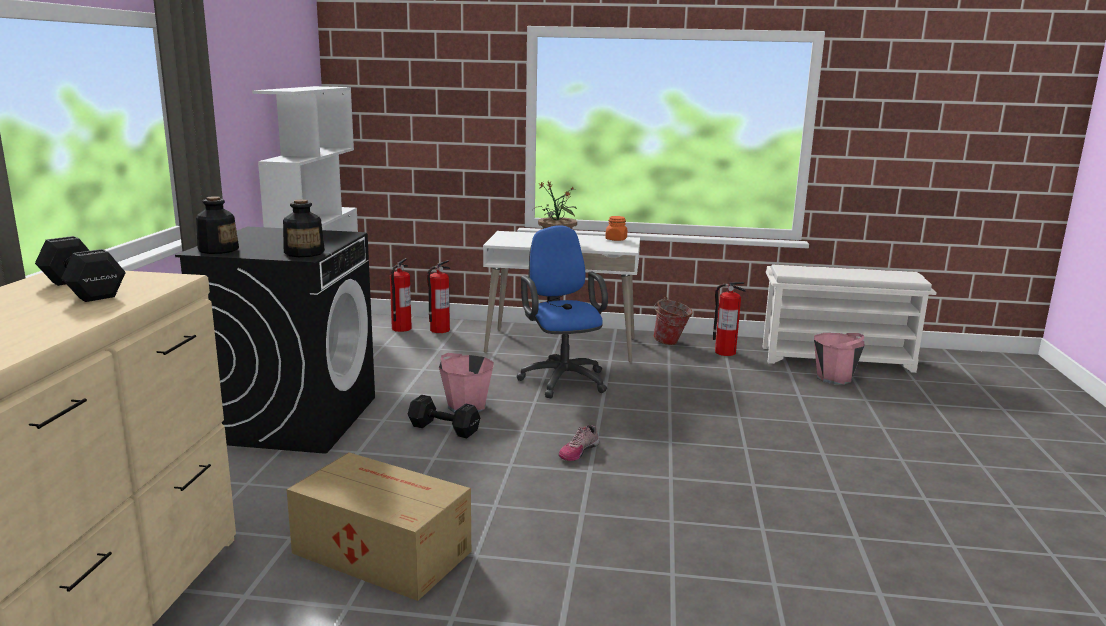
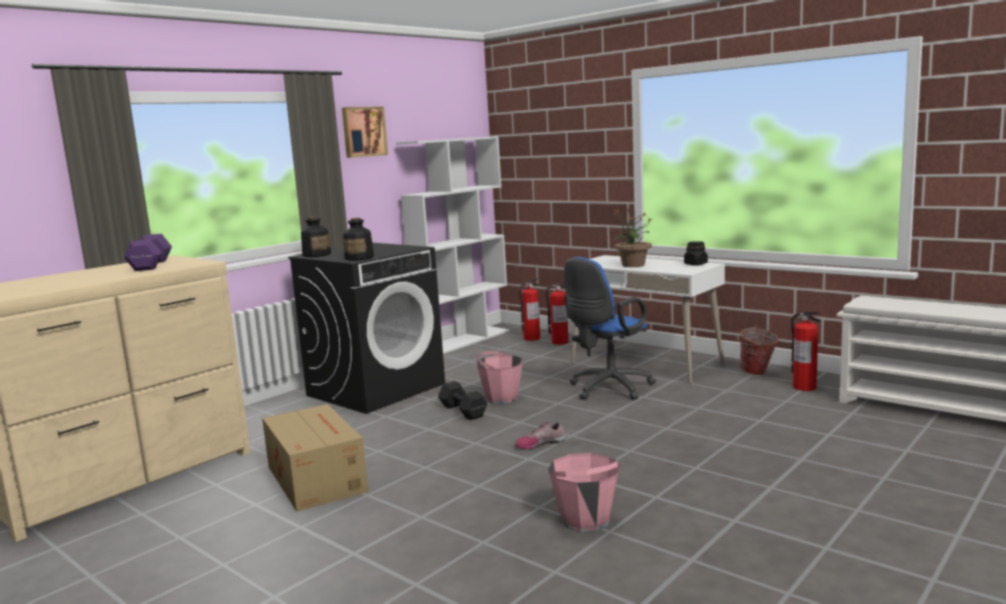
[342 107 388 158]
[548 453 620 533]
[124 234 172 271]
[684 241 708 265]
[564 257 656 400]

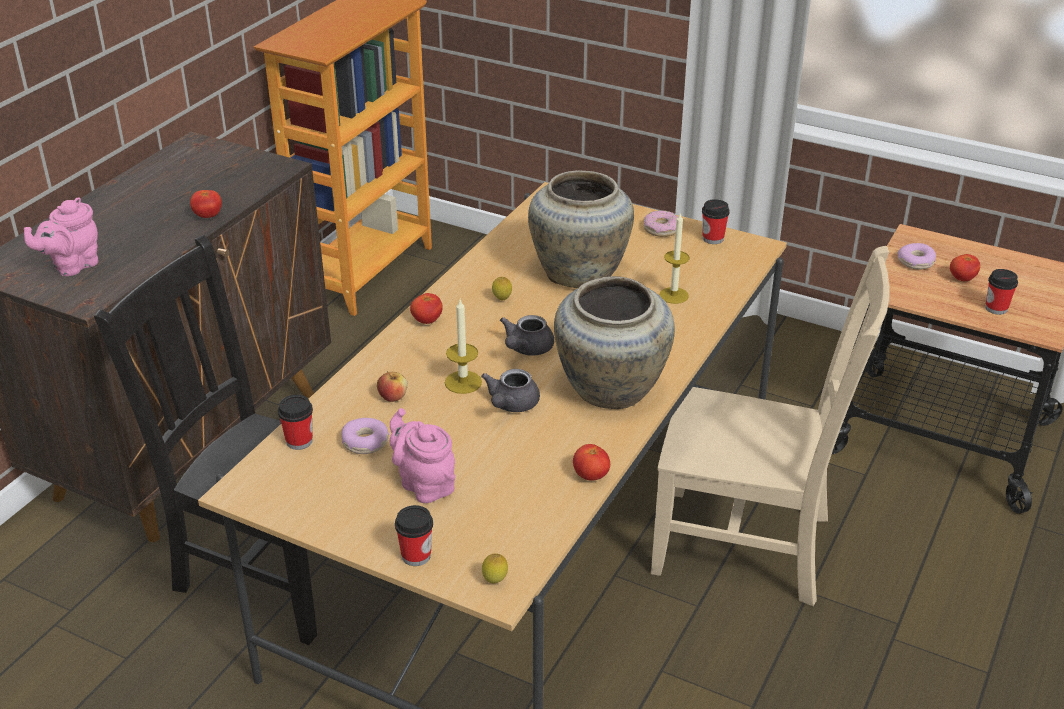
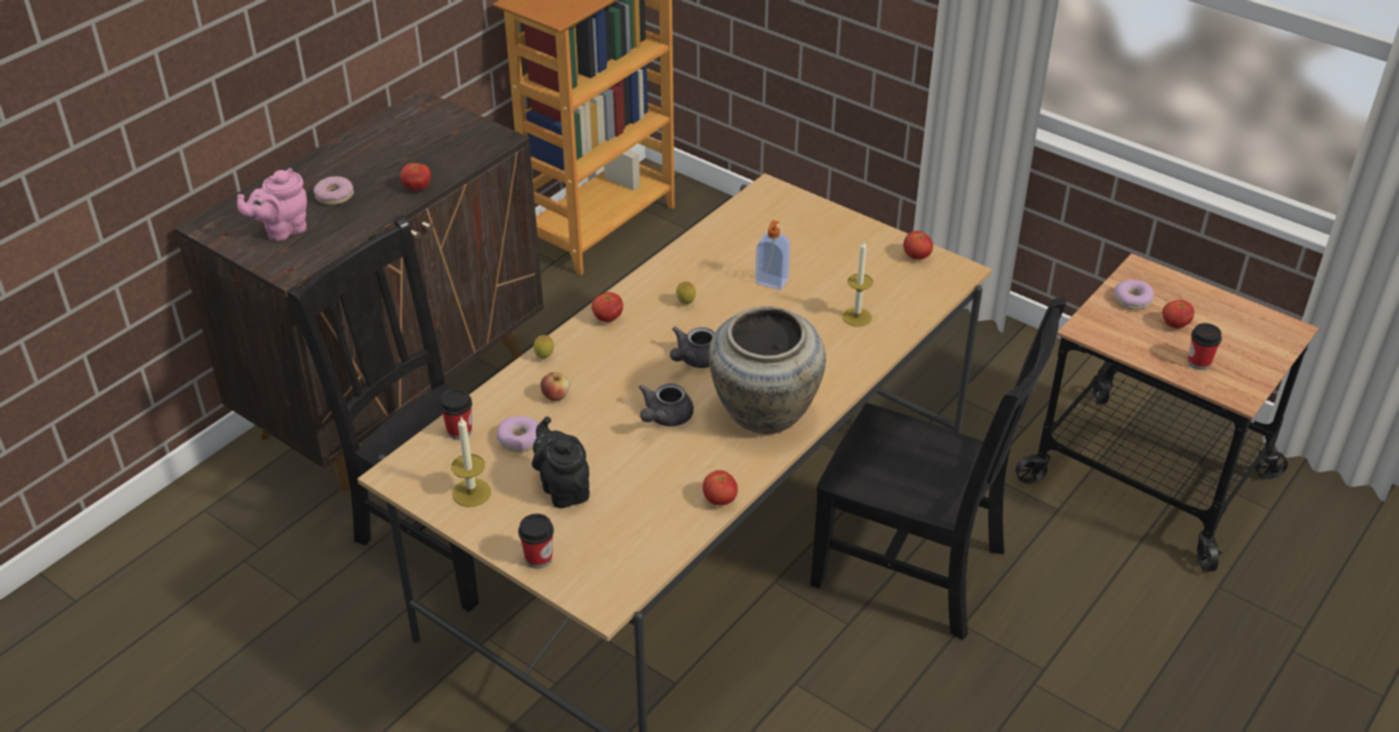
[451 416 491 507]
[534 335 554 359]
[313 176 354 205]
[755 220 790 290]
[903 231 933 260]
[532 416 590 508]
[810 297 1066 640]

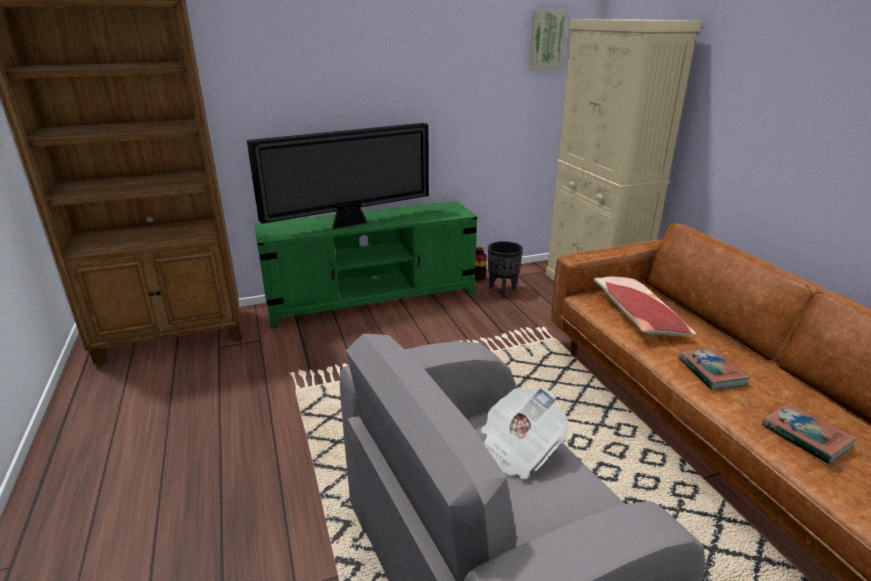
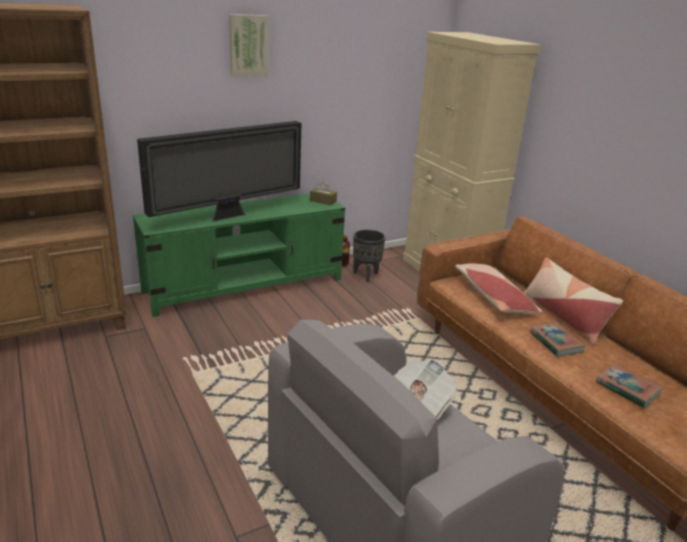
[310 182 337 205]
[524 258 623 345]
[229 14 269 77]

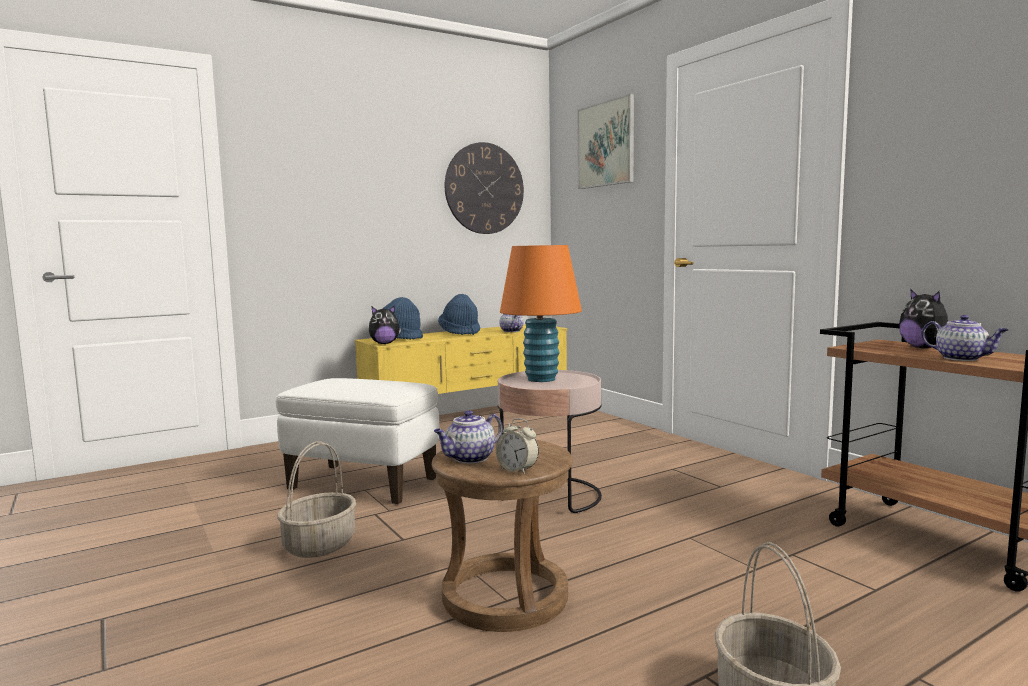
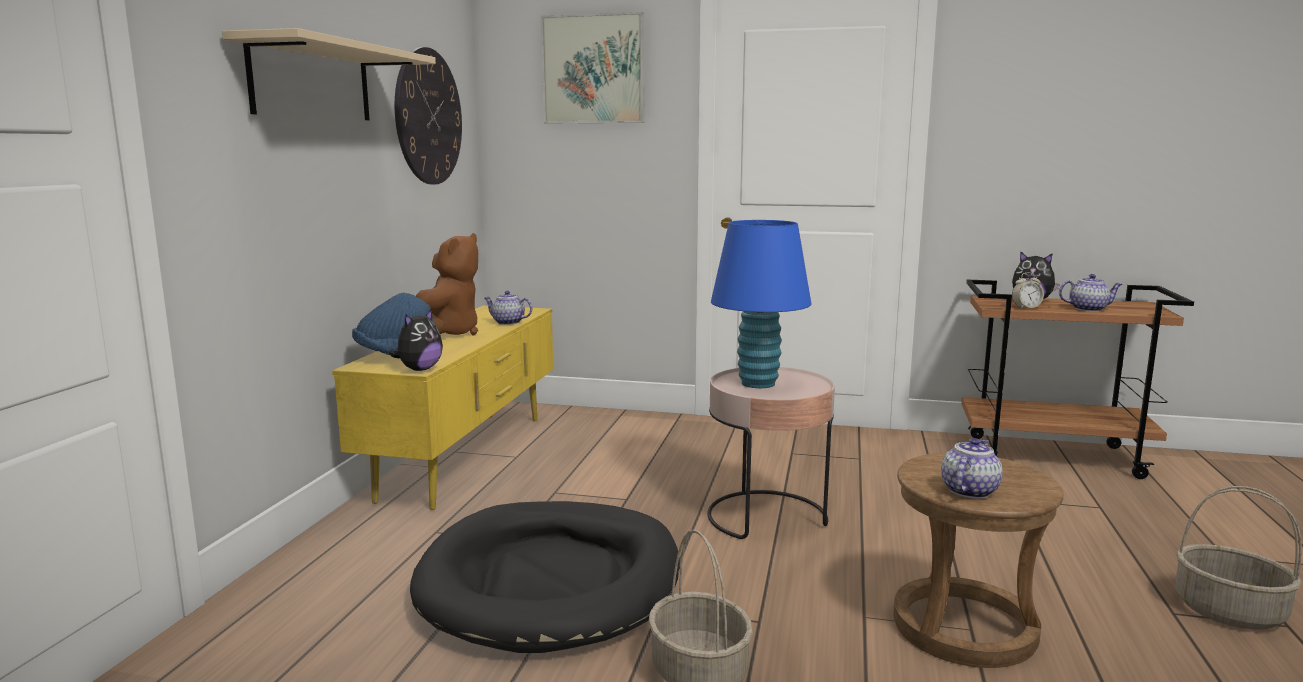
[222 28 436 120]
[1012 272 1044 309]
[410 501 680 653]
[416 233 478 336]
[711 220 811 388]
[941 438 1002 499]

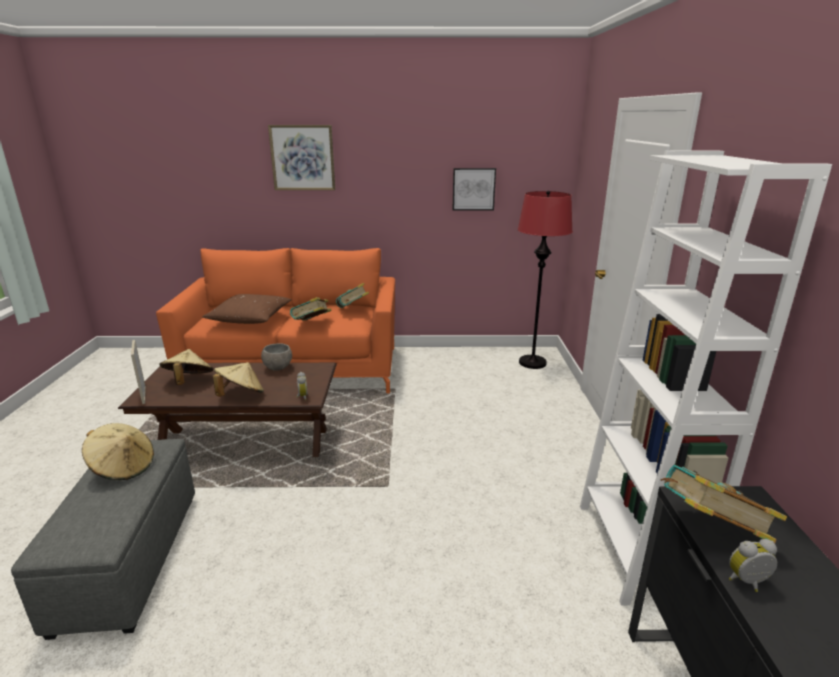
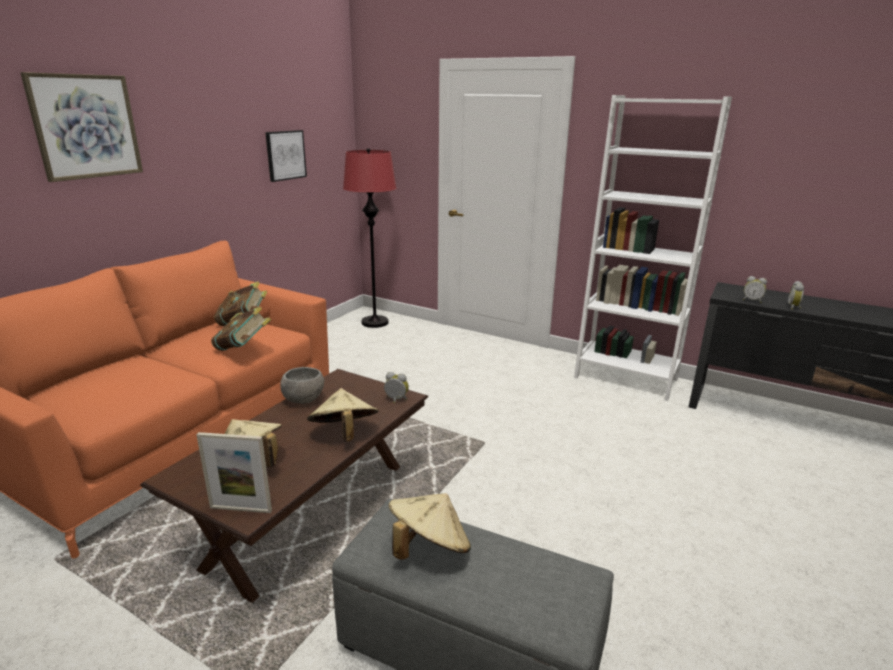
[202 294 292 324] (first image)
[743 276 767 303]

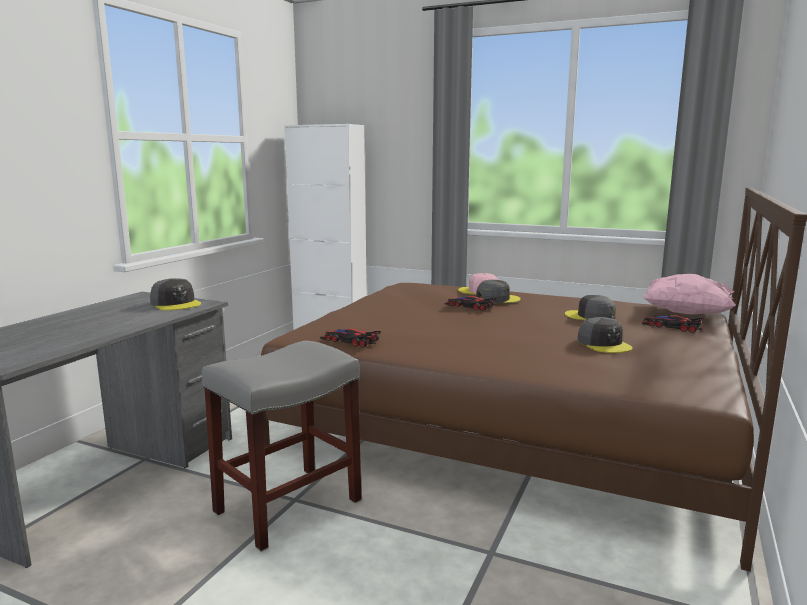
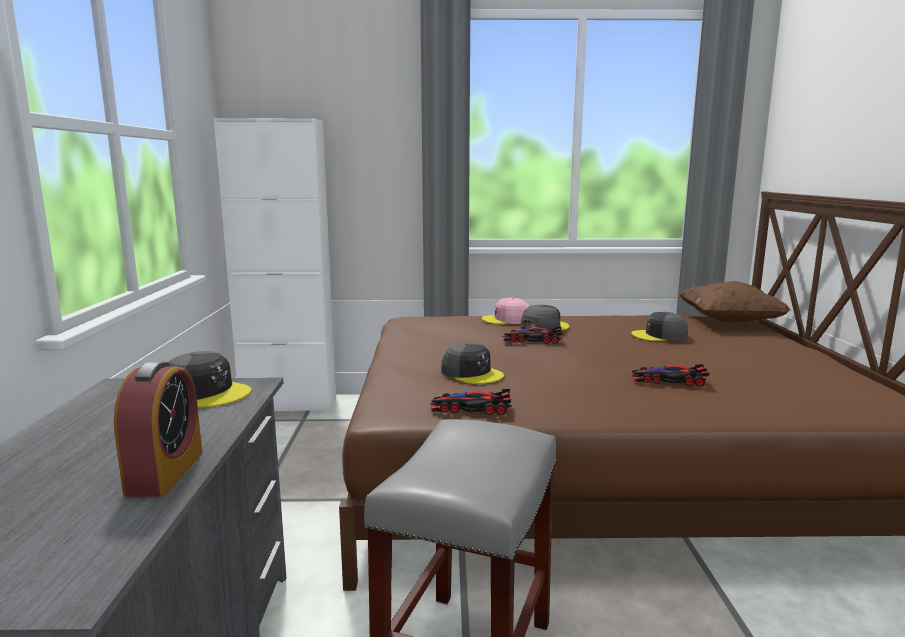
[114 361 202 497]
[441 342 504 384]
[631 364 709 386]
[680 281 791 322]

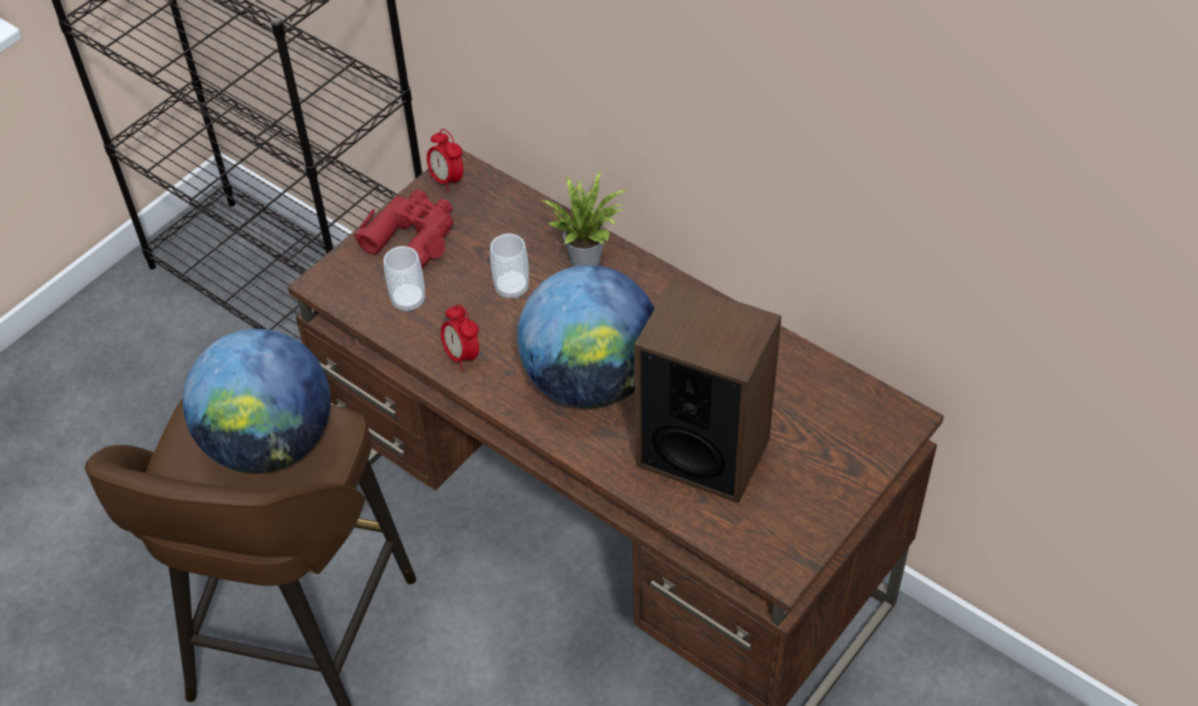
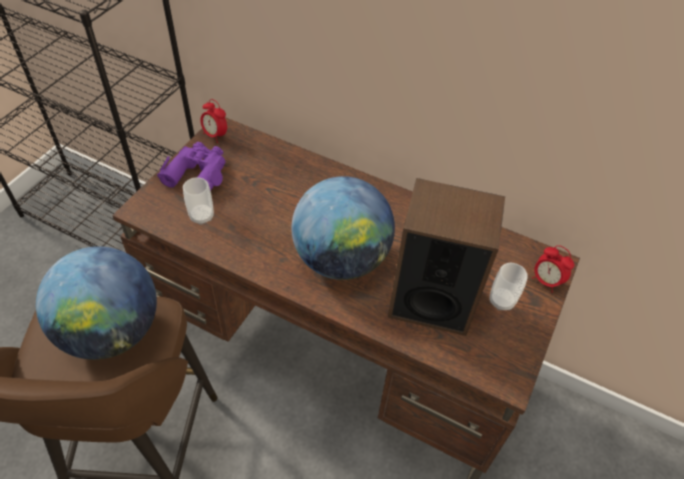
[541 170 626 267] (first image)
[532 245 574 293]
[490 262 528 310]
[157 142 225 191]

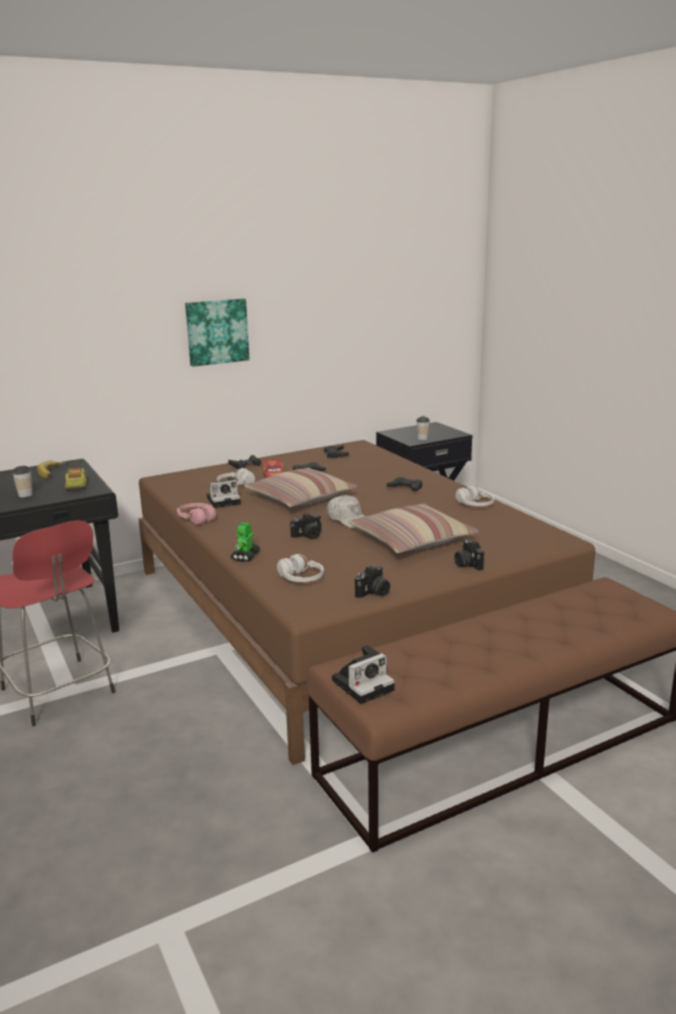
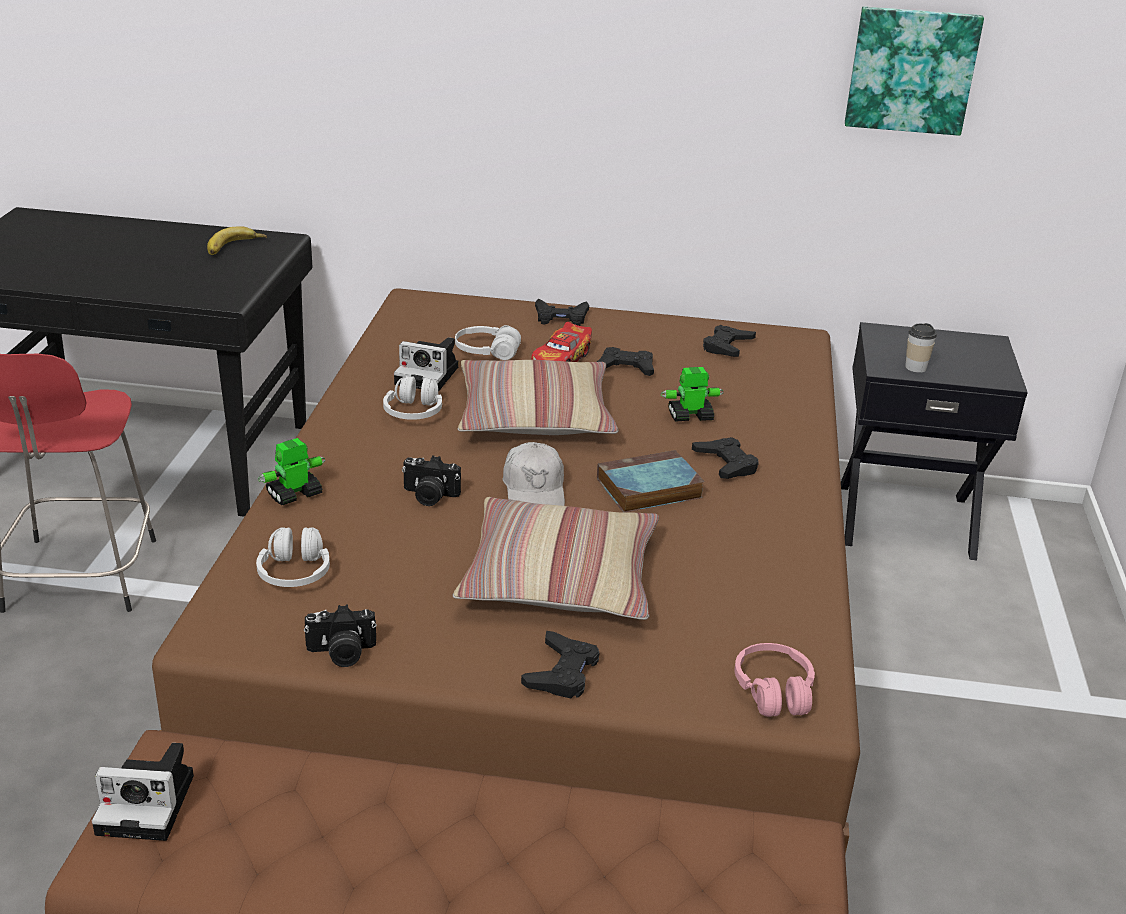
[12 466 33 497] (first image)
[65 467 87 491] (first image)
[597 450 705 513]
[661 367 724 422]
[734 643 815 717]
[845 7 984 136]
[383 376 442 420]
[521 631 599 698]

